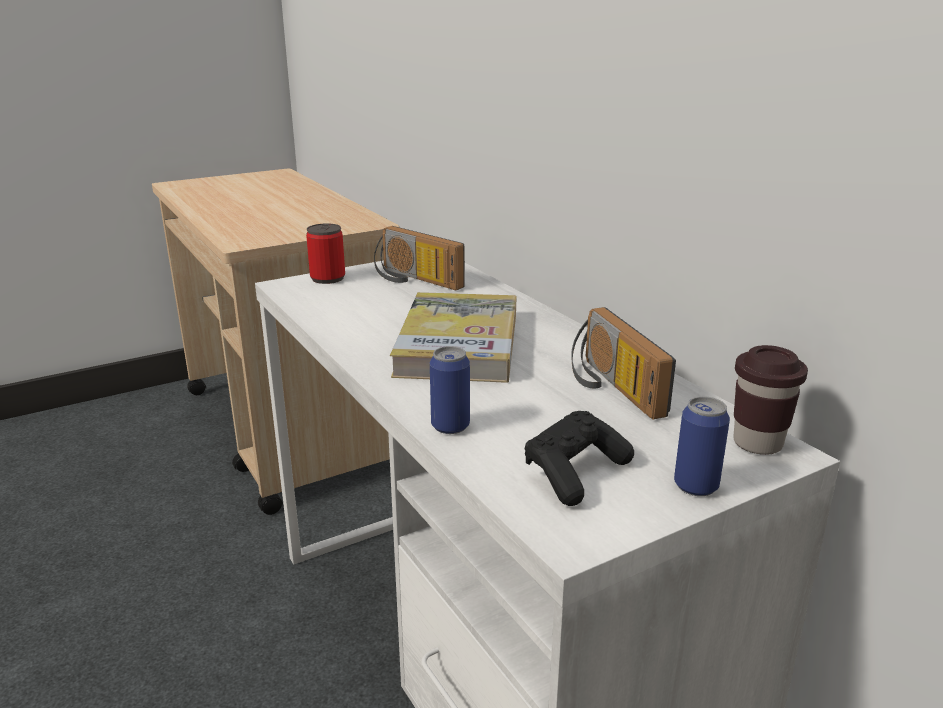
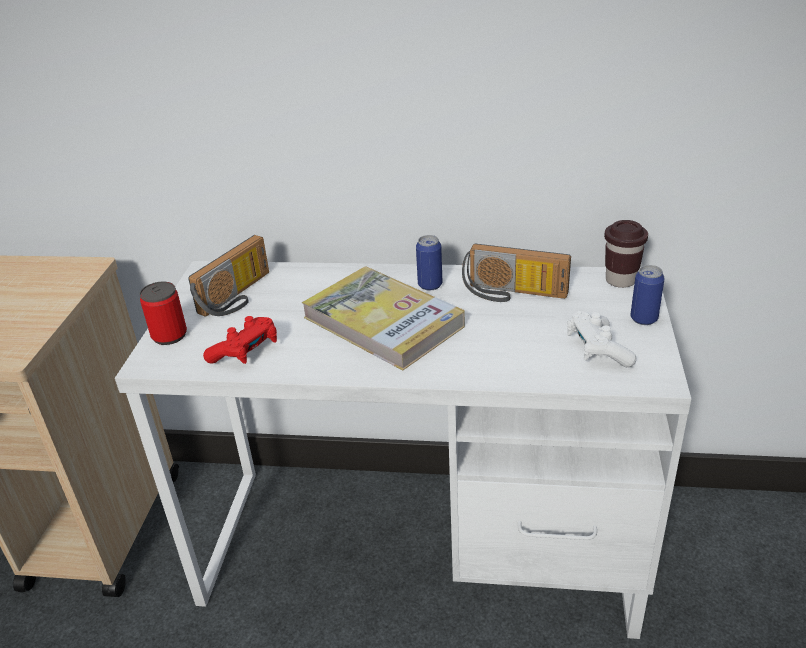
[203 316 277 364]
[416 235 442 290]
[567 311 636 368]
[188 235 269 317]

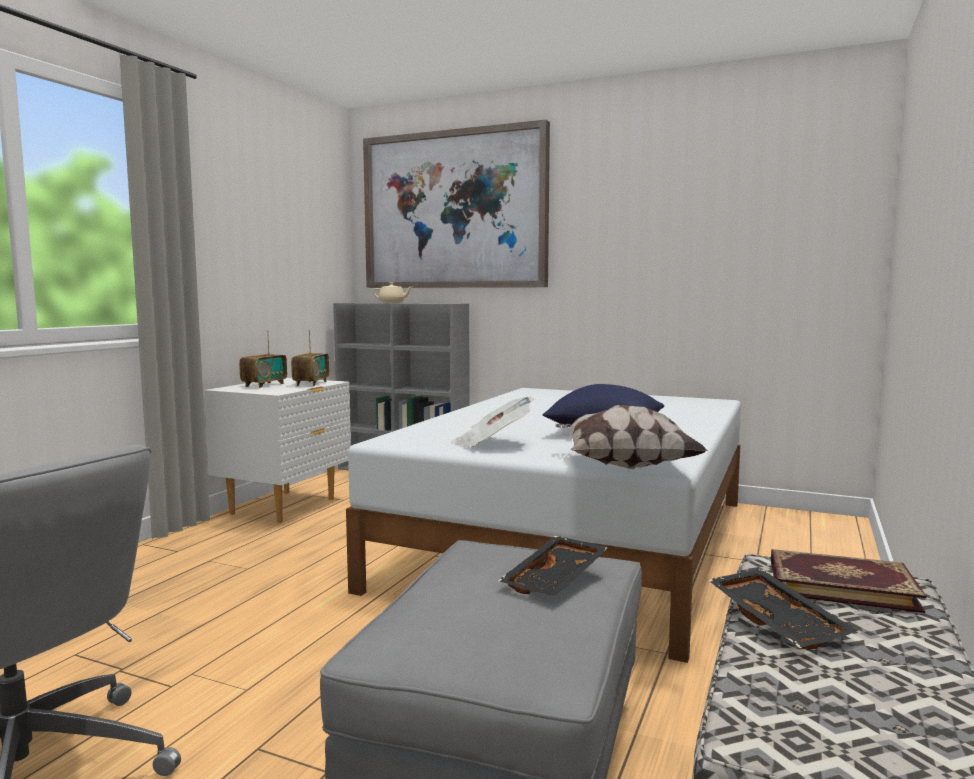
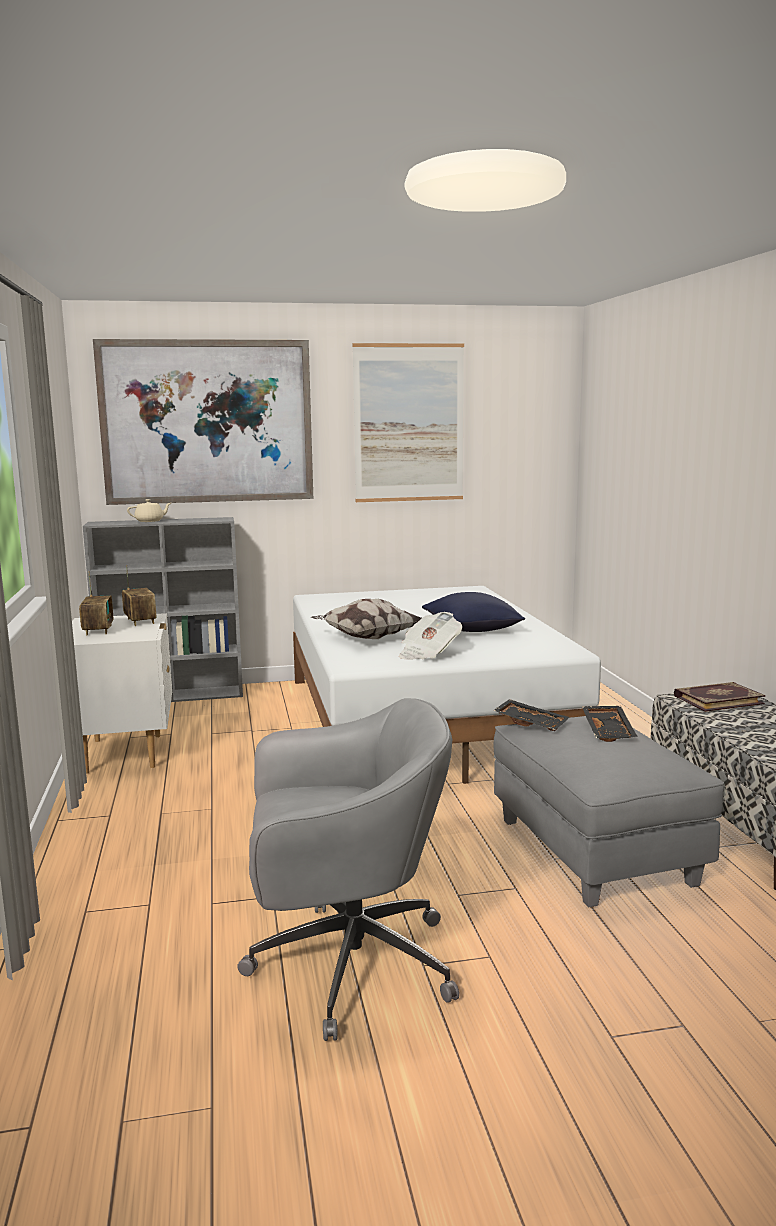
[353 343 464 502]
[311 599 422 639]
[493 699 569 731]

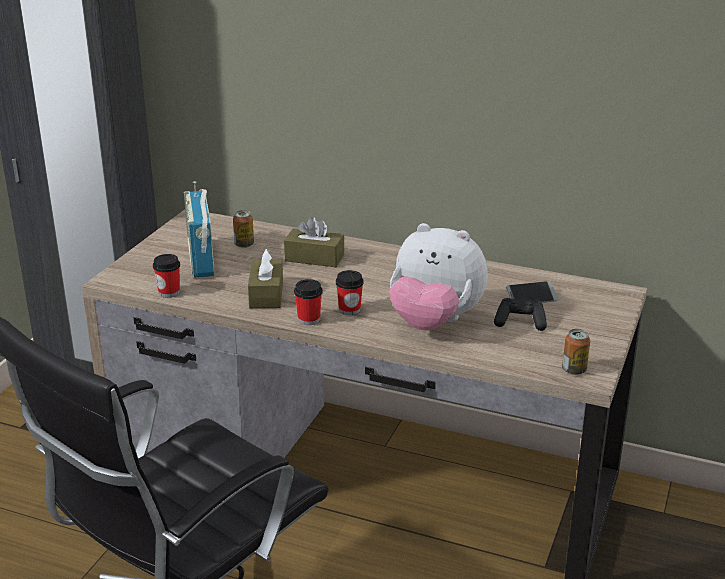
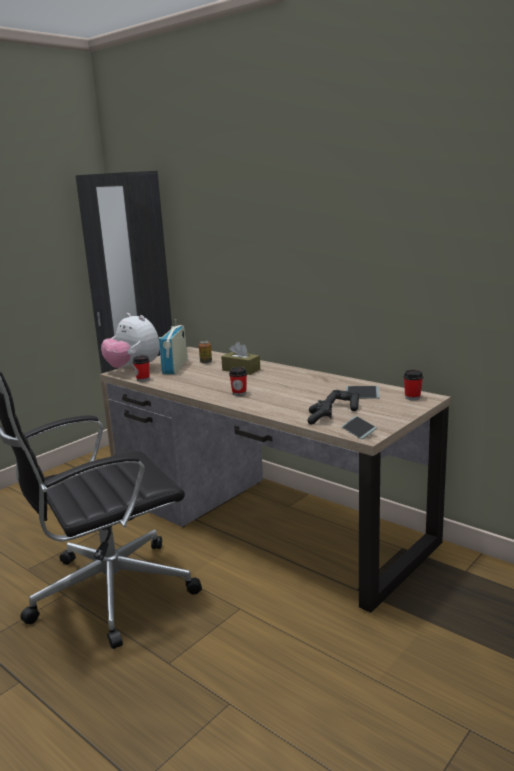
[248 249 283 308] (first image)
[307 400 332 424]
[403 370 423 400]
[101 313 160 368]
[342 416 377 440]

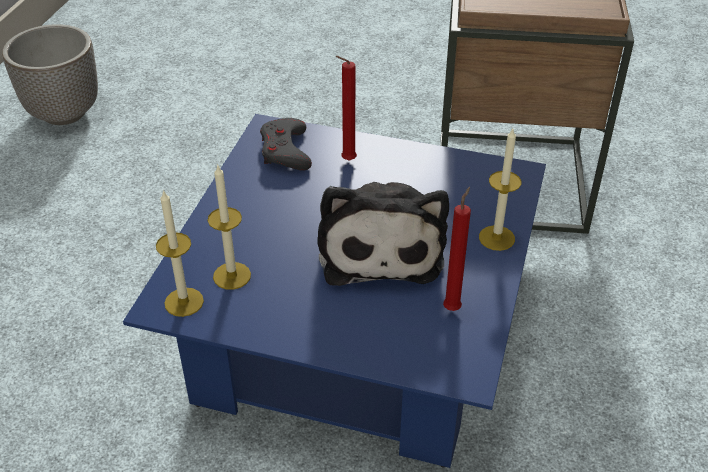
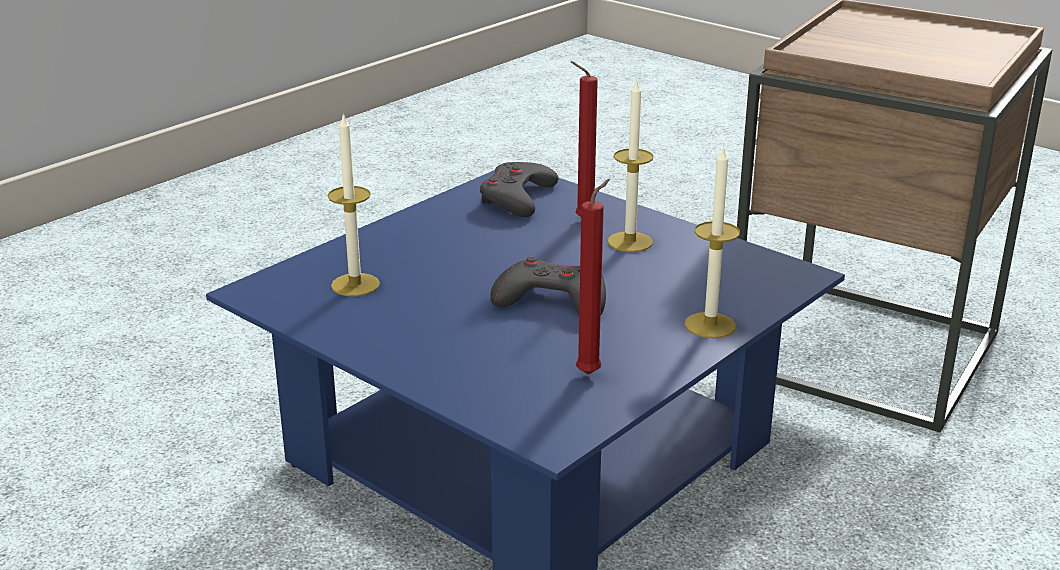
[2 24 98 125] (first image)
[608 79 654 252]
[490 257 606 315]

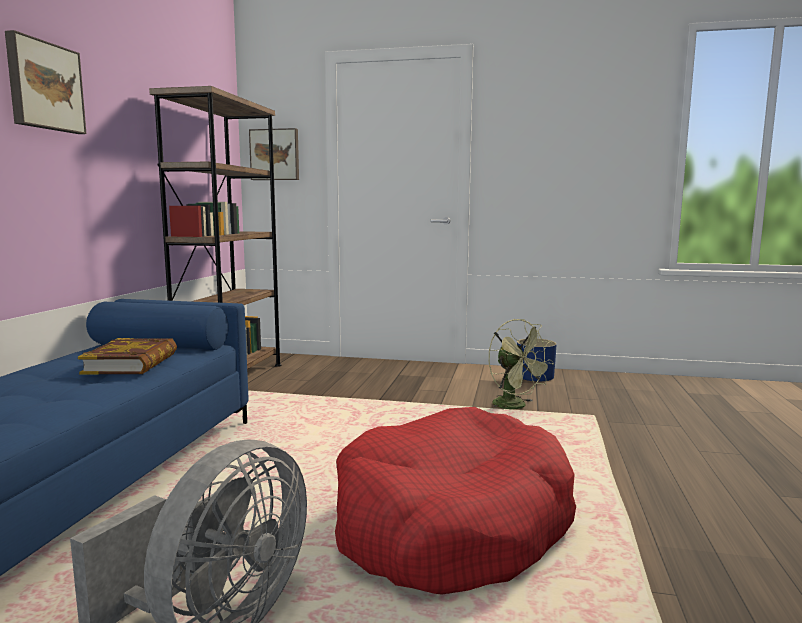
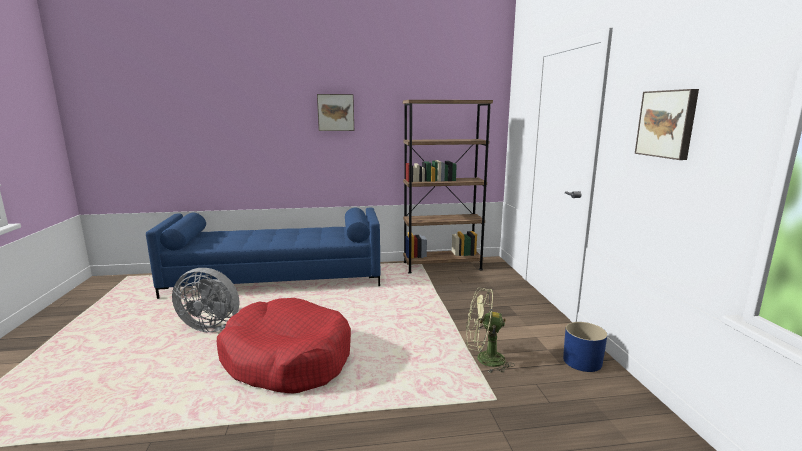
[78 338 177 375] (first image)
[635 89 699 160]
[466 288 515 373]

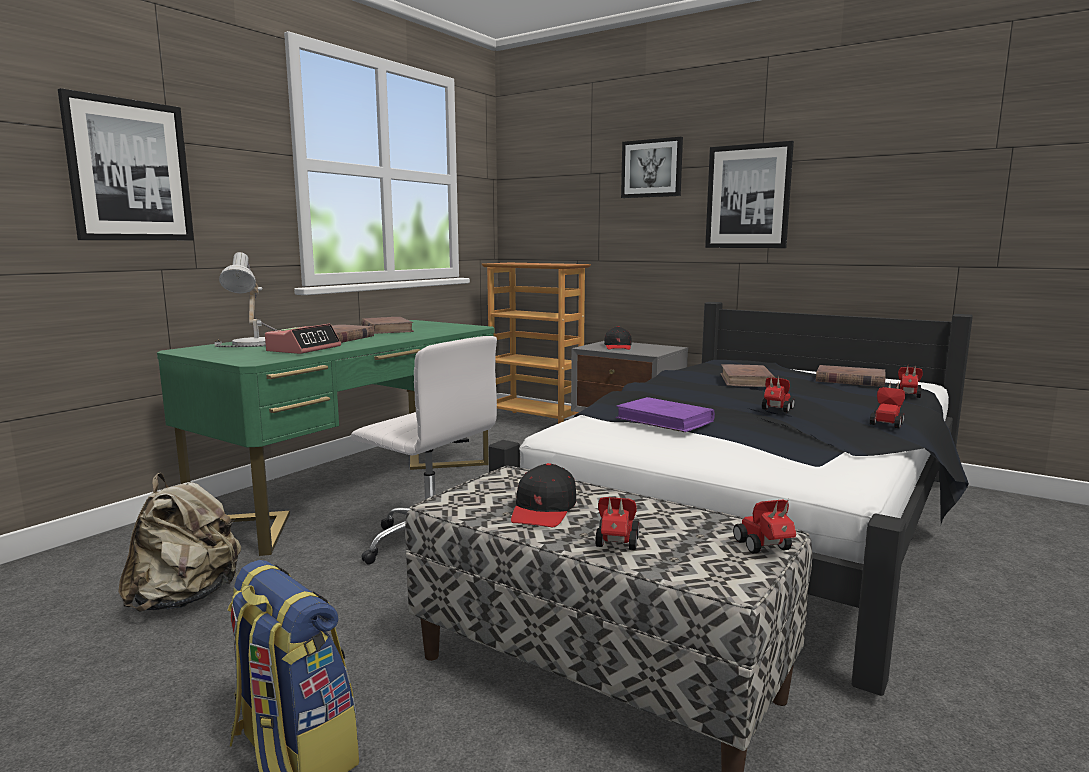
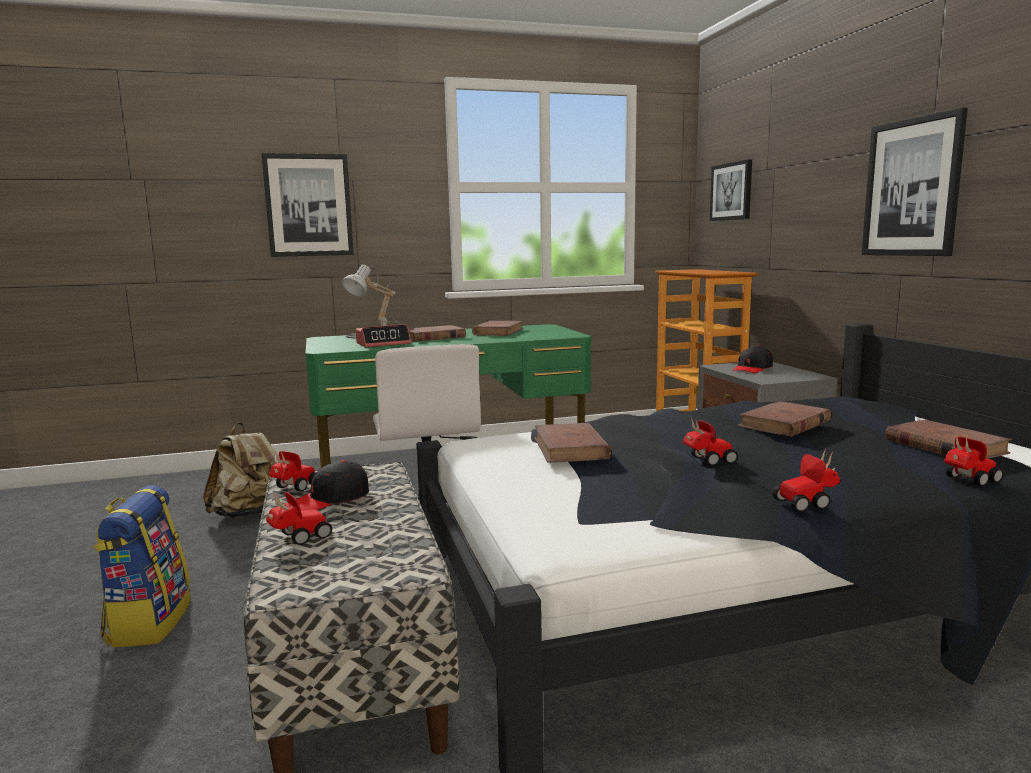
[710 159 752 221]
[269 451 317 491]
[535 423 611 462]

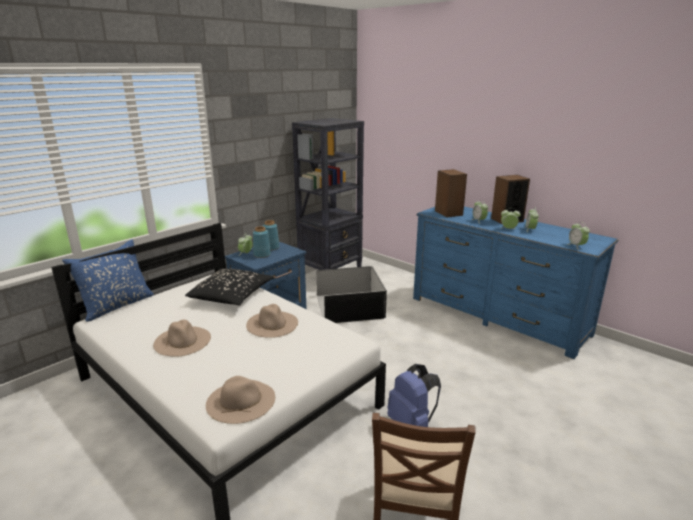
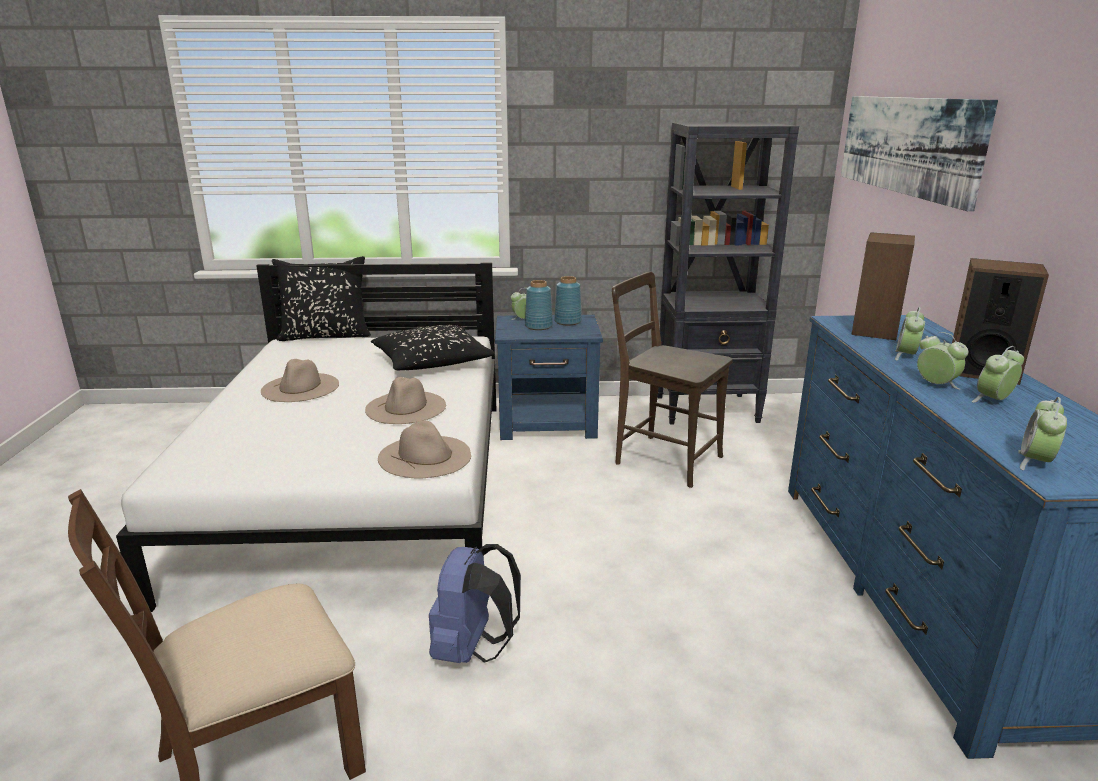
[841 96 998 211]
[378 420 471 478]
[612 272 733 488]
[272 256 371 341]

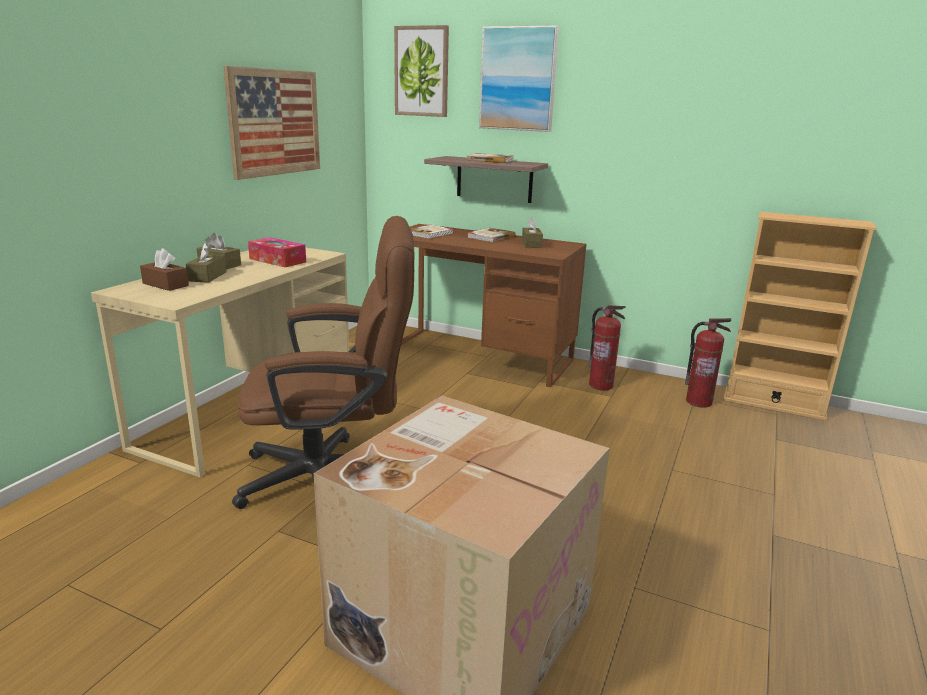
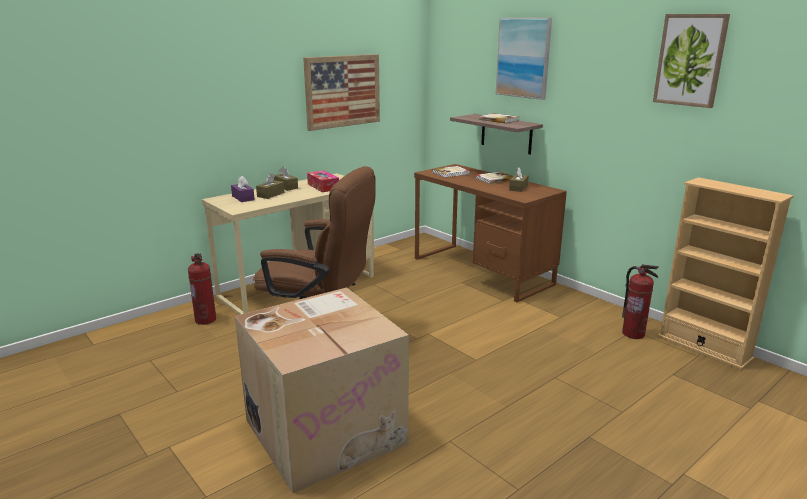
[653 14 730 108]
[188 253 216 325]
[231 176 255 202]

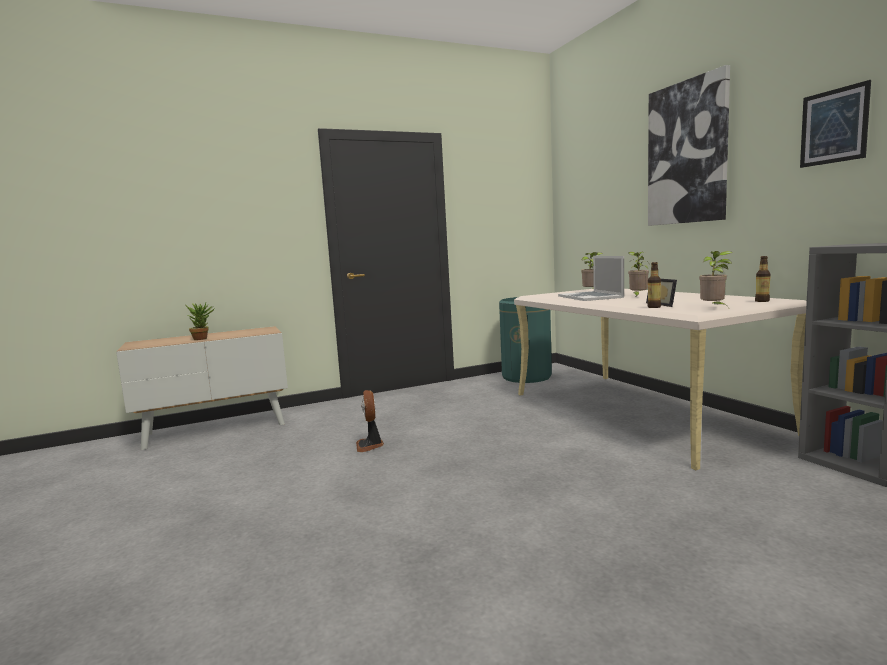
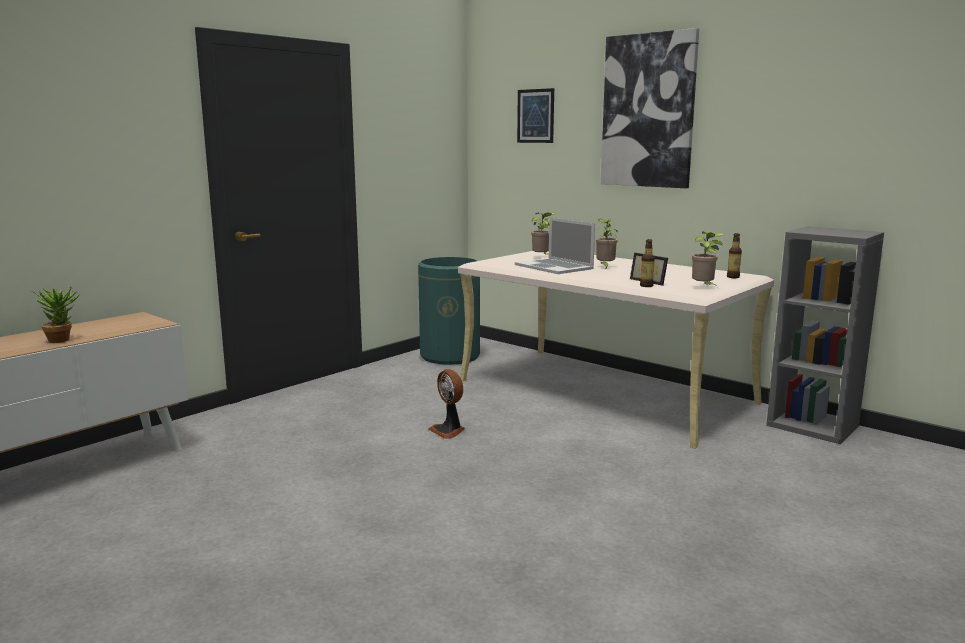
[428 369 465 439]
[517 88 554 143]

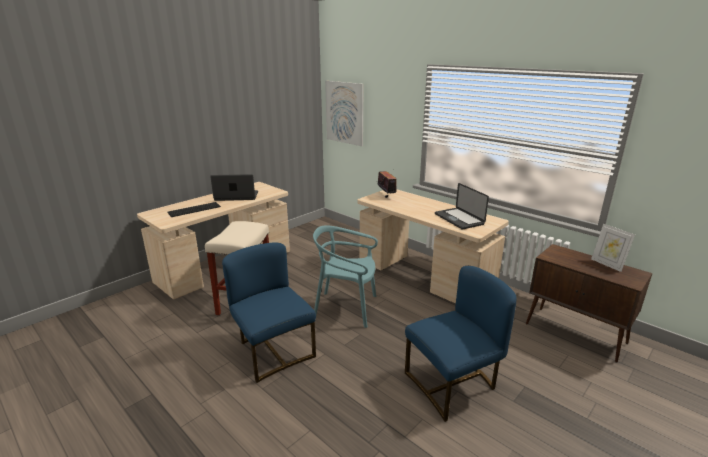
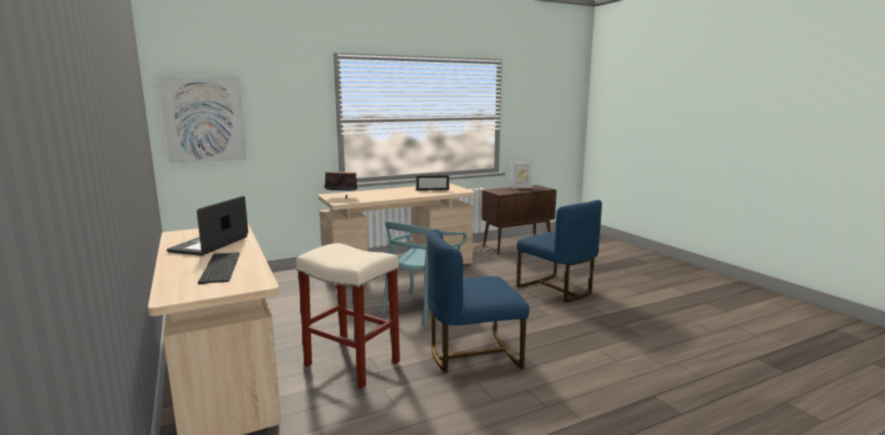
[416 175 449 191]
[517 200 602 302]

